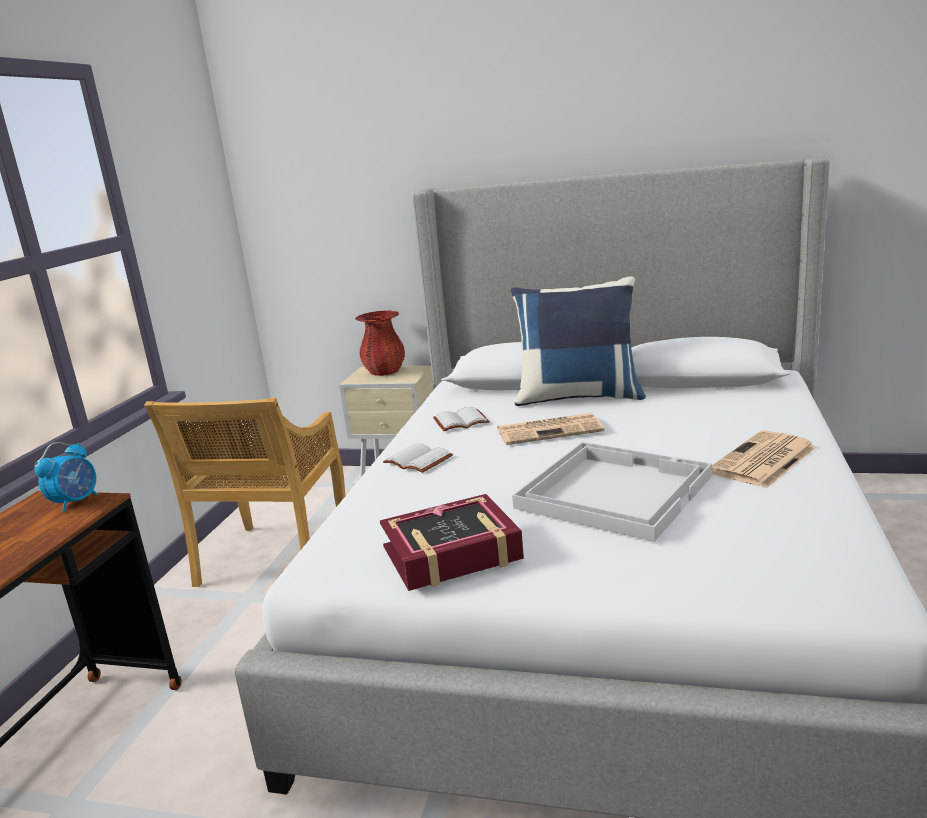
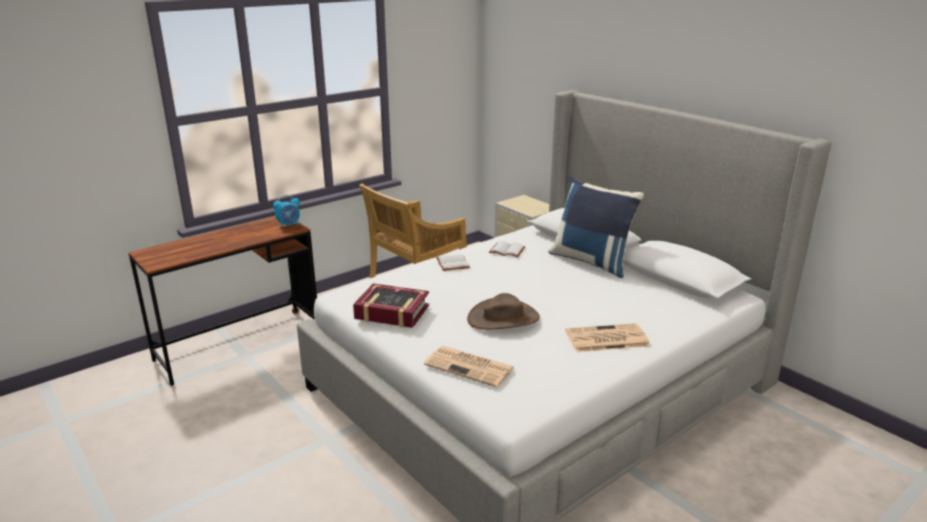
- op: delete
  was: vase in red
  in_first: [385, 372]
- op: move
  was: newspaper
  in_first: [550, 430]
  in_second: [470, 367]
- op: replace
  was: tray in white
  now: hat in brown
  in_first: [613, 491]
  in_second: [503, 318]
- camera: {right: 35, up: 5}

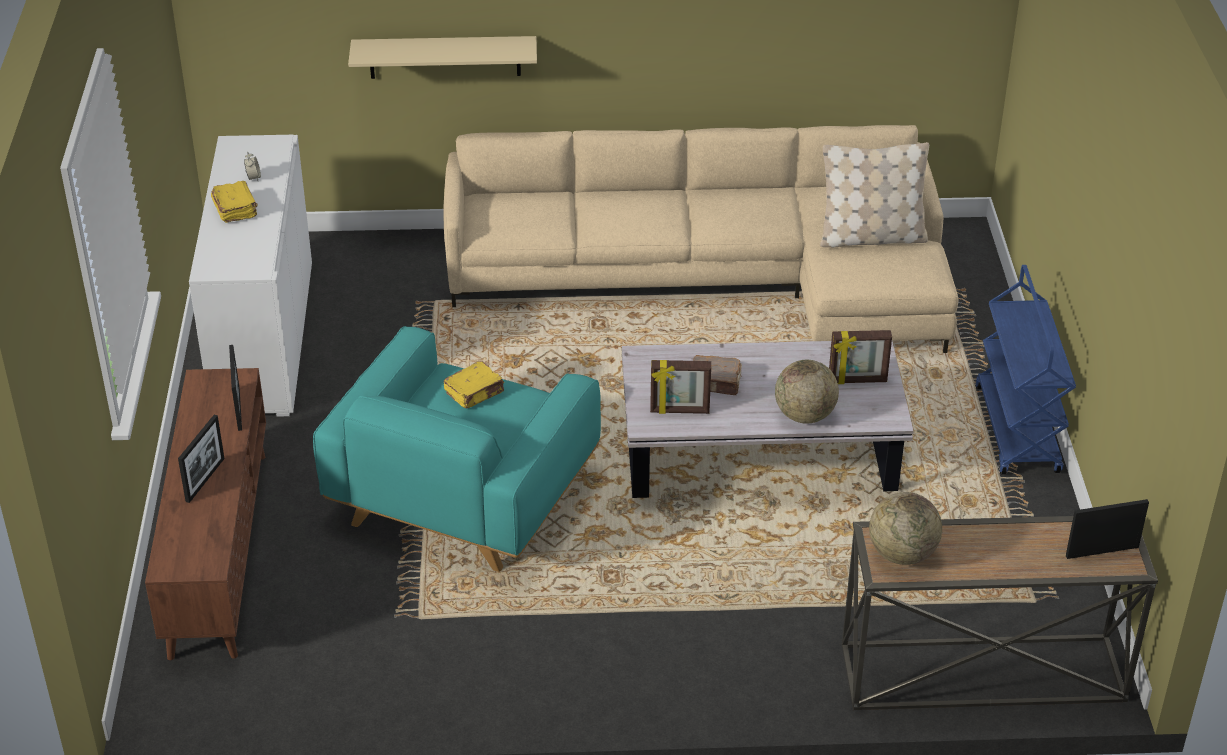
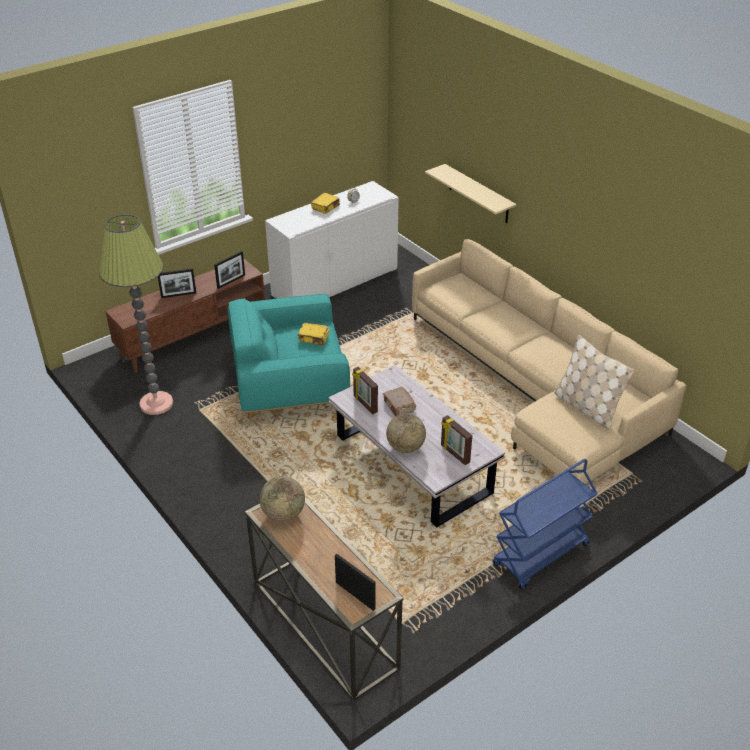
- op: insert
  now: floor lamp
  in_second: [156, 404]
- camera: {right: 55, up: 0}

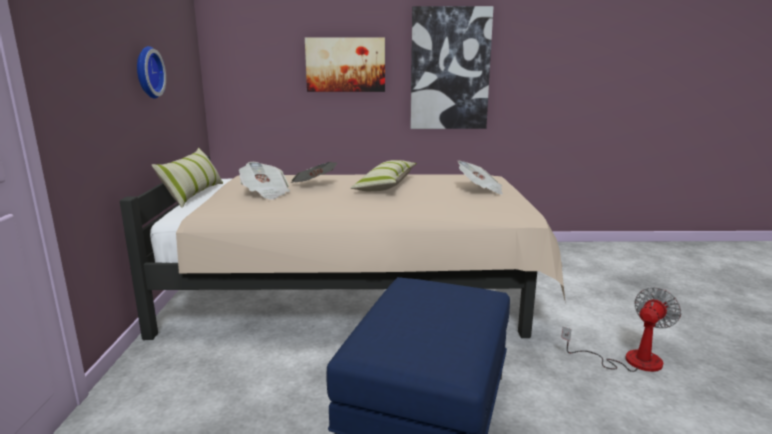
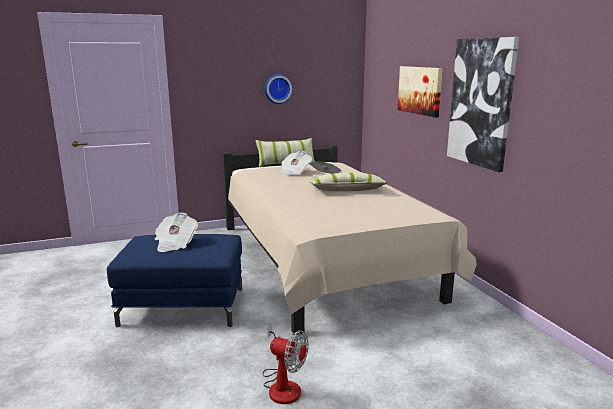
- op: move
  was: newspaper
  in_first: [480, 190]
  in_second: [175, 244]
- camera: {right: 70, up: 0}

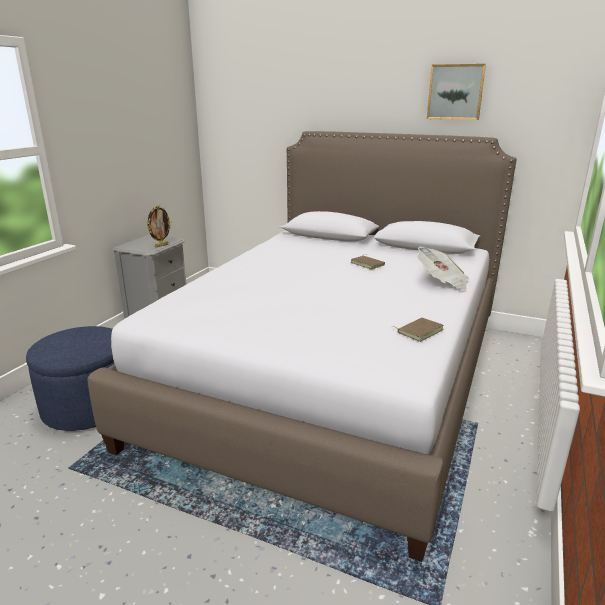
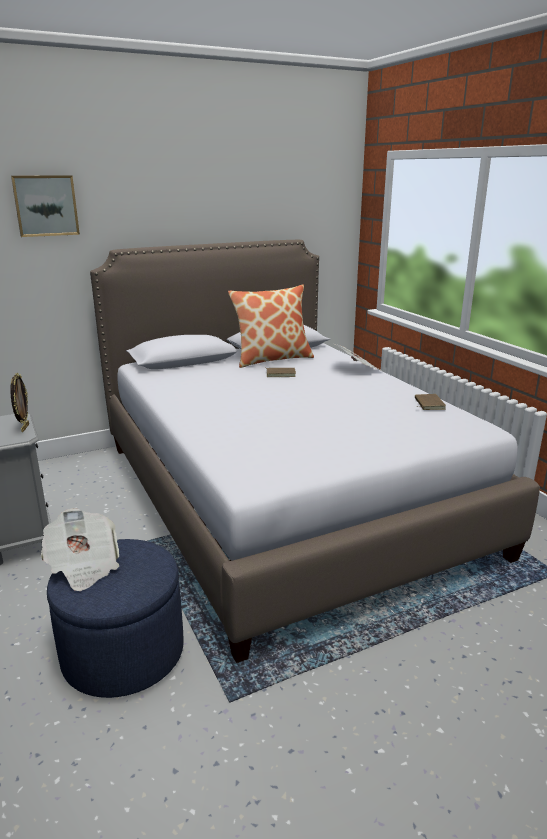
- op: insert
  now: newspaper
  in_second: [83, 566]
- op: insert
  now: pillow
  in_second: [272, 359]
- op: move
  was: picture
  in_first: [455, 92]
  in_second: [45, 205]
- camera: {right: -50, up: 0}

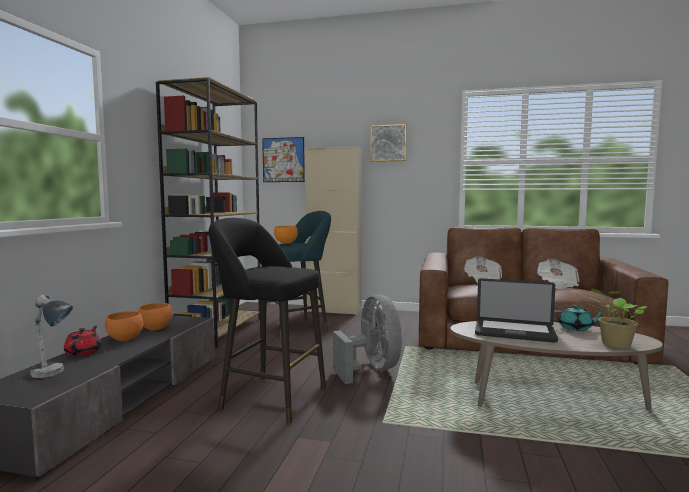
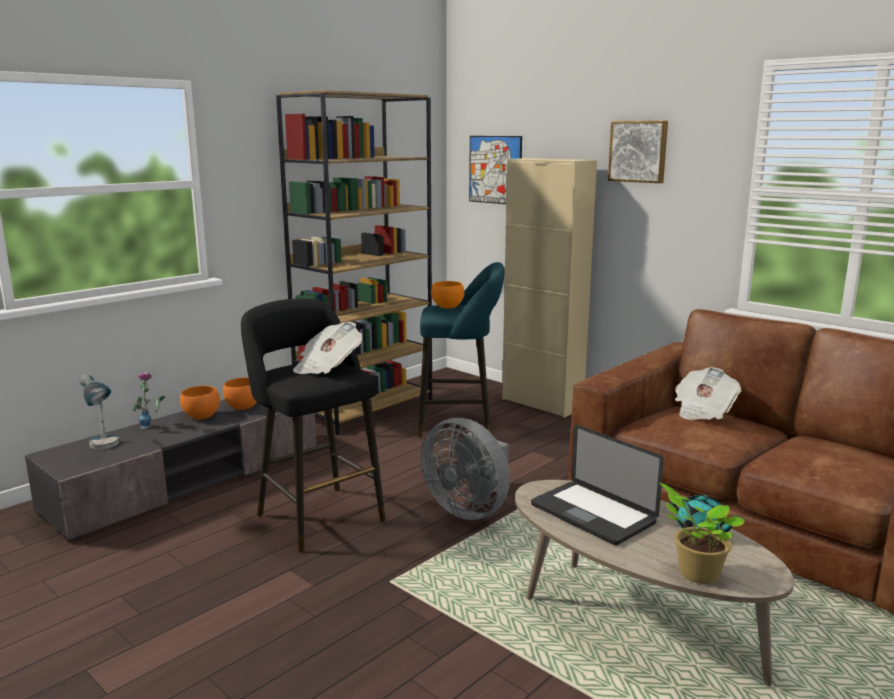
- op: move
  was: newspaper
  in_first: [557, 285]
  in_second: [327, 367]
- op: replace
  was: teapot in red
  now: vase
  in_first: [83, 352]
  in_second: [152, 426]
- op: rotate
  was: fan in grey
  in_first: [371, 369]
  in_second: [469, 509]
  clockwise: 120
- camera: {right: 30, up: 10}

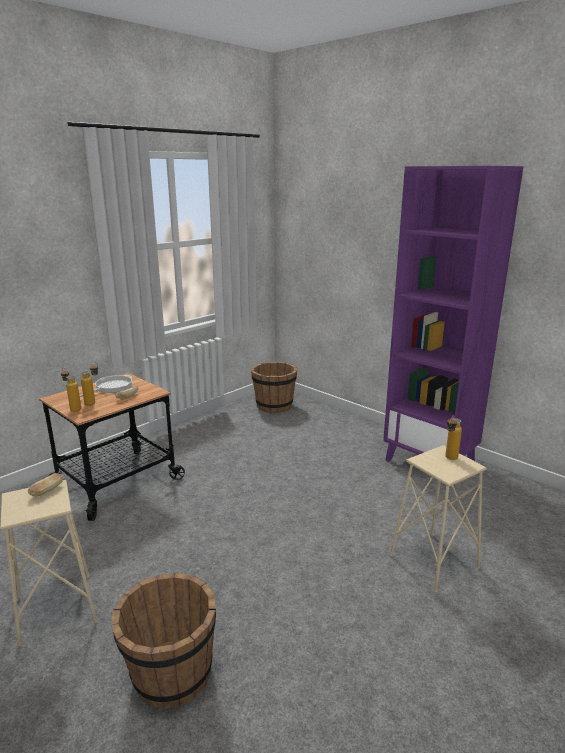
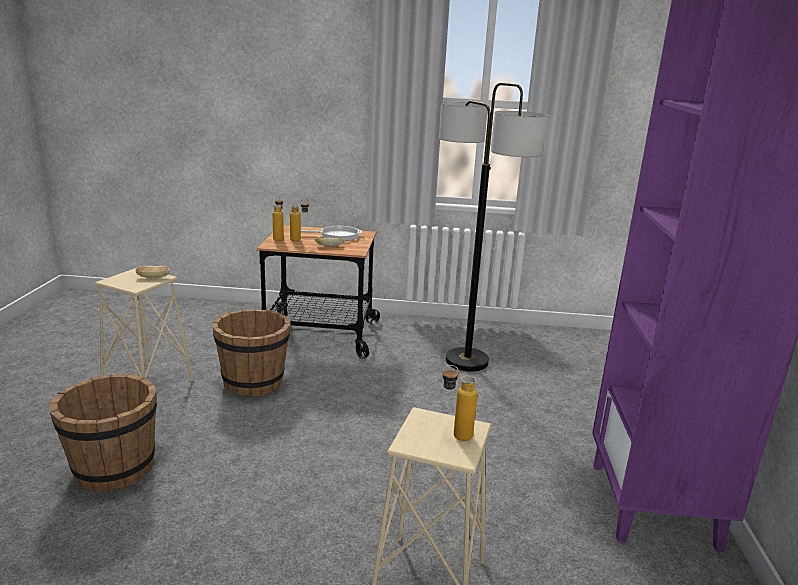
- op: insert
  now: floor lamp
  in_second: [467, 361]
- op: move
  was: bucket in brown
  in_first: [274, 406]
  in_second: [254, 382]
- camera: {right: 50, up: 0}

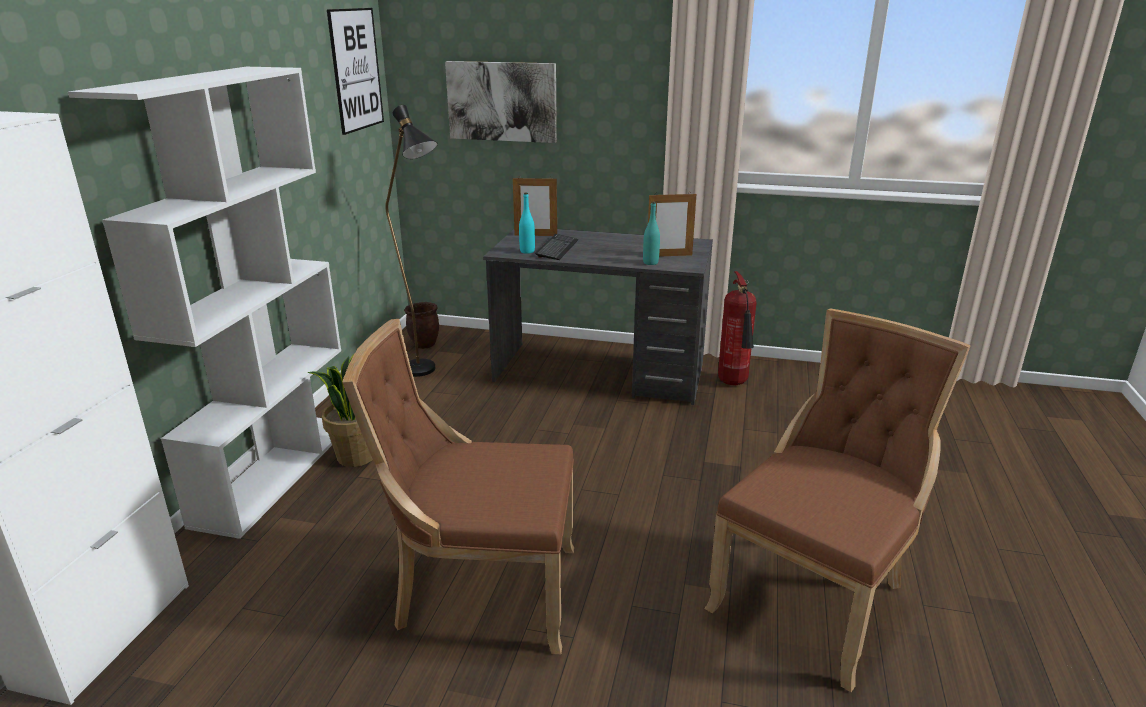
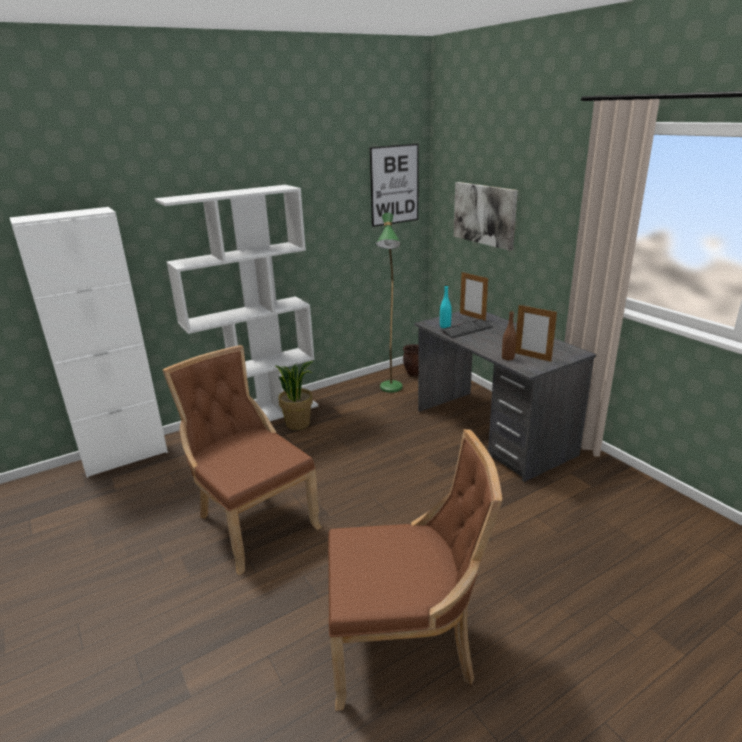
- op: delete
  was: fire extinguisher
  in_first: [734, 384]
- op: recolor
  was: floor lamp in black
  now: floor lamp in green
  in_first: [426, 373]
  in_second: [391, 391]
- op: recolor
  was: bottle in turquoise
  now: bottle in brown
  in_first: [650, 262]
  in_second: [508, 358]
- camera: {right: 45, up: 0}

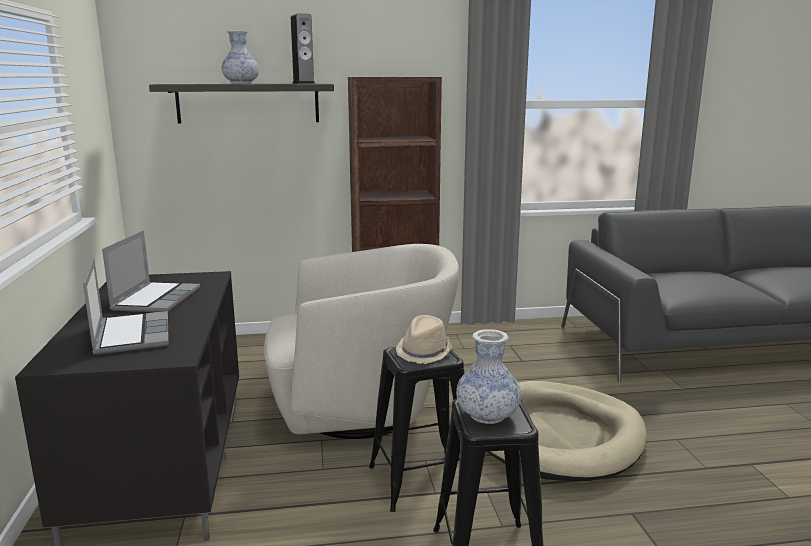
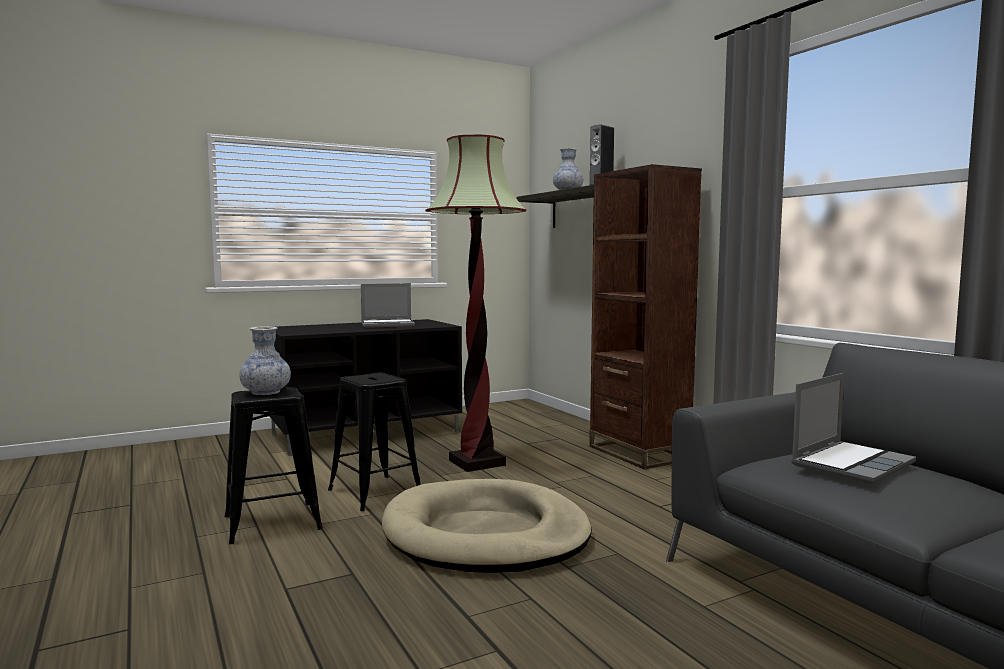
- op: delete
  was: hat in beige
  in_first: [424, 352]
- op: move
  was: laptop
  in_first: [131, 334]
  in_second: [851, 464]
- op: replace
  was: armchair in beige
  now: floor lamp
  in_first: [362, 409]
  in_second: [476, 462]
- camera: {right: 70, up: -10}

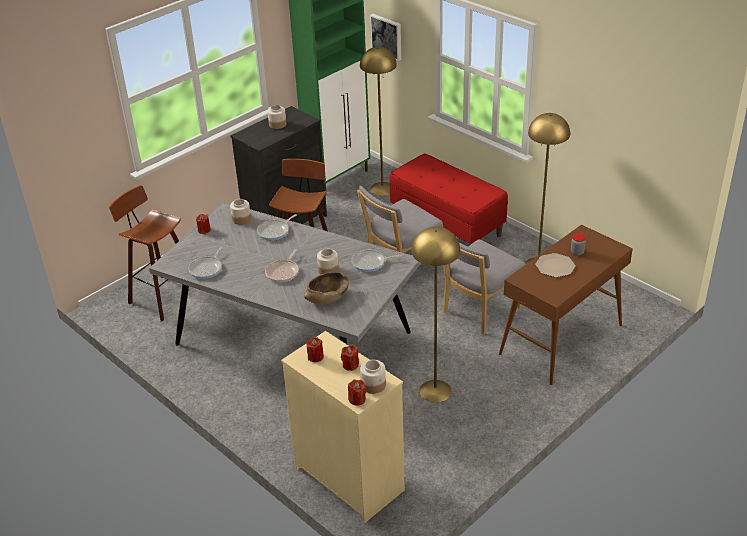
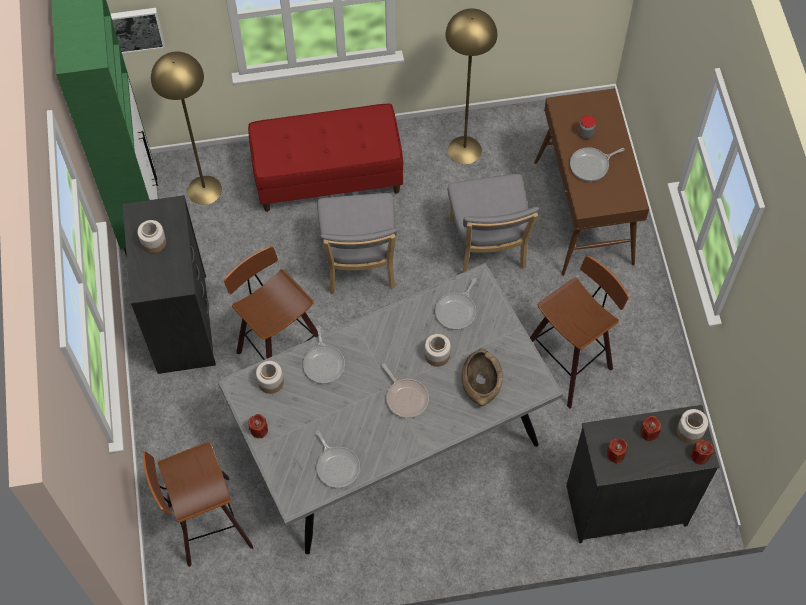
- op: replace
  was: floor lamp in yellow
  now: stool
  in_first: [435, 391]
  in_second: [568, 361]
- op: replace
  was: plate
  now: frying pan
  in_first: [555, 266]
  in_second: [591, 165]
- op: recolor
  was: dresser in beige
  now: dresser in black
  in_first: [350, 478]
  in_second: [625, 504]
- camera: {right: -55, up: 25}

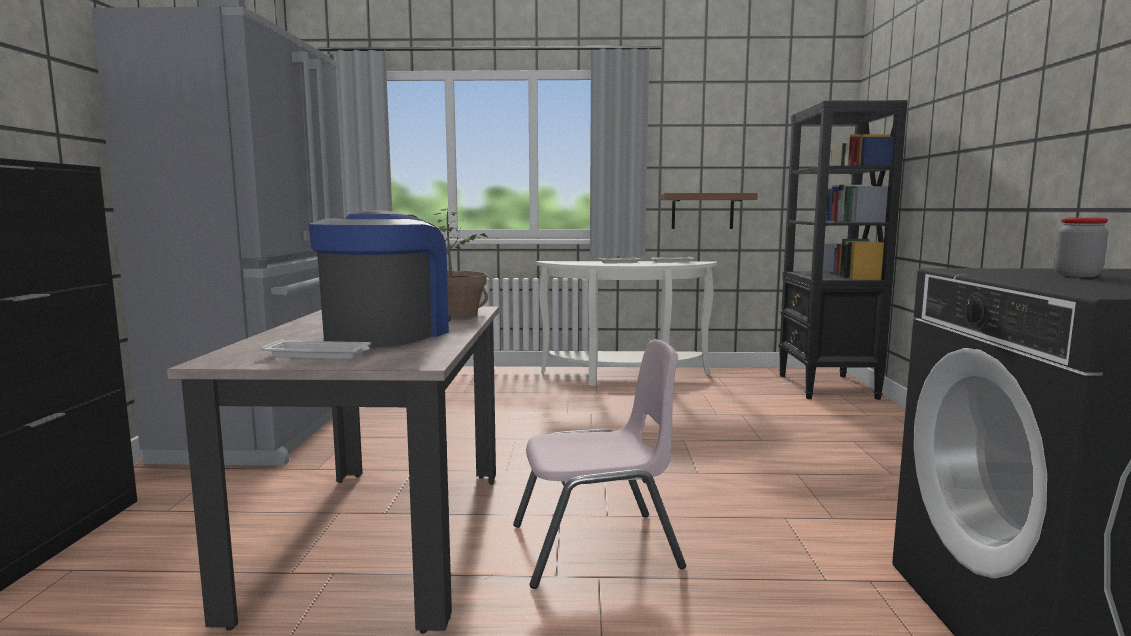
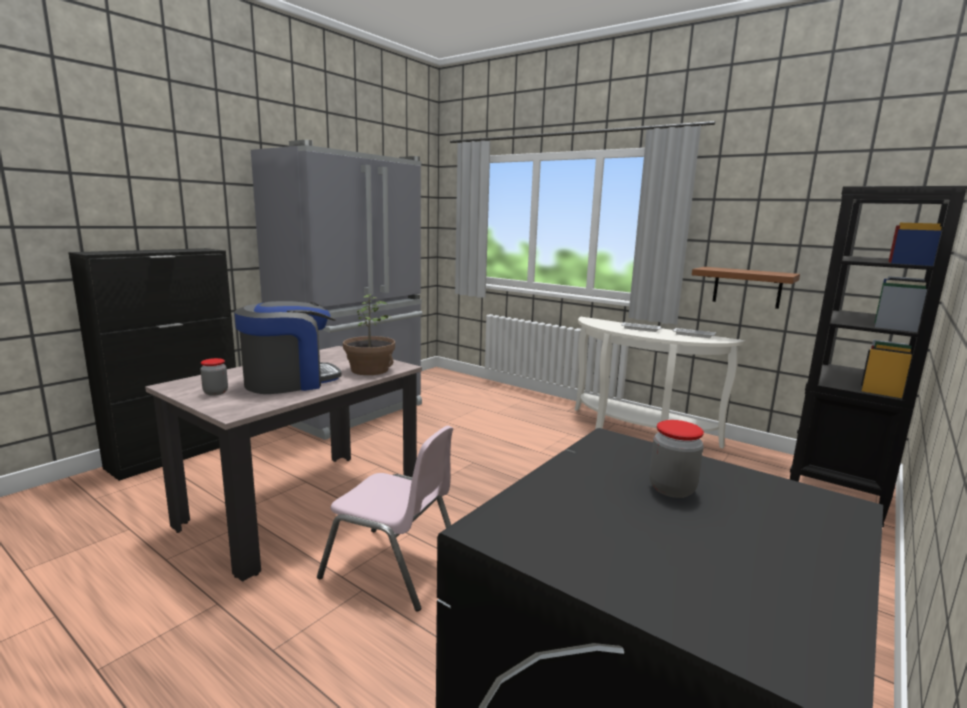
- op: replace
  was: tray in white
  now: jar
  in_first: [320, 355]
  in_second: [215, 392]
- camera: {right: 35, up: 5}

